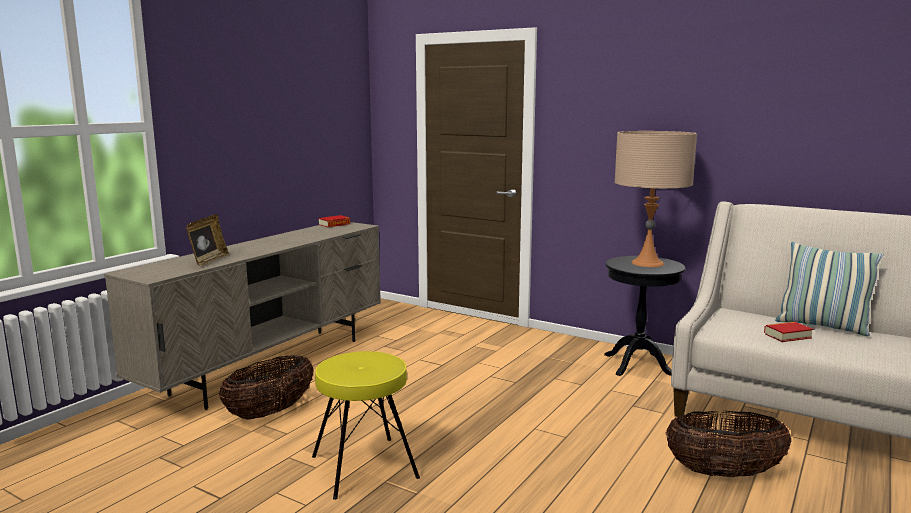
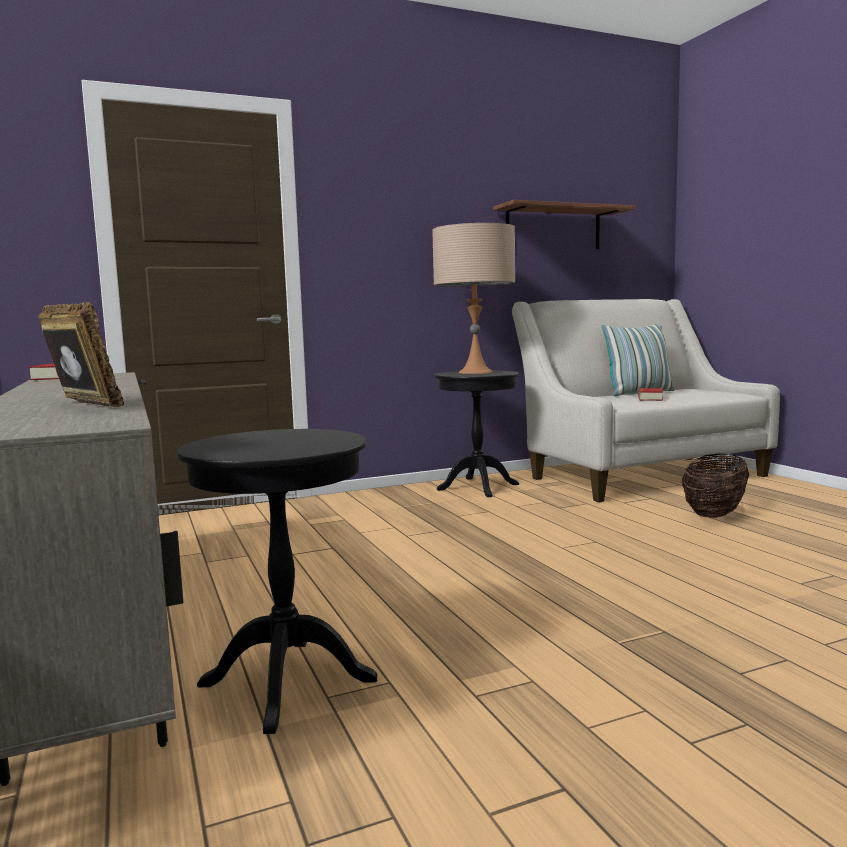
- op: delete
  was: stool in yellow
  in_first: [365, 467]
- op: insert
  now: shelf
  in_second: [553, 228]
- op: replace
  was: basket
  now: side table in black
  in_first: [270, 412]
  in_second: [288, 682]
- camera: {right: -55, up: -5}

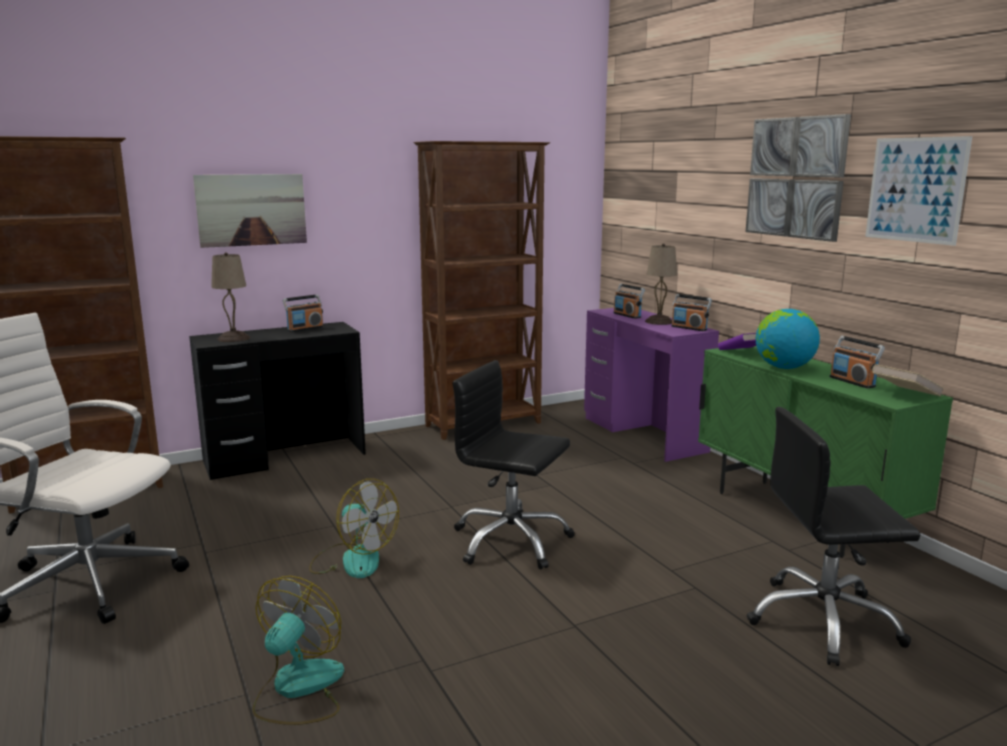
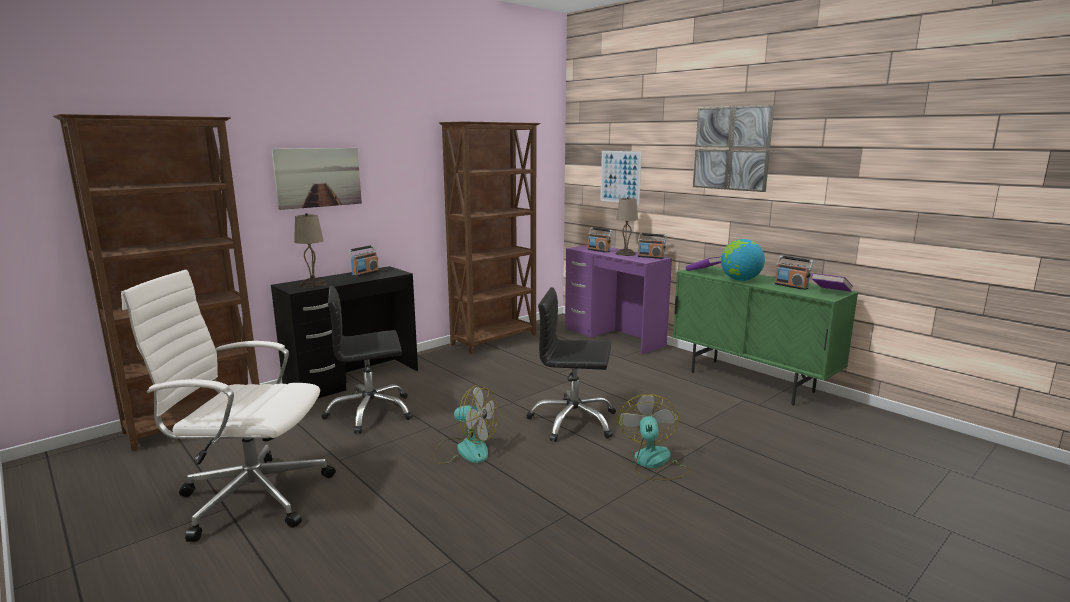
- op: move
  was: fan
  in_first: [298, 689]
  in_second: [653, 463]
- op: move
  was: office chair in black
  in_first: [823, 621]
  in_second: [370, 412]
- op: move
  was: picture
  in_first: [915, 190]
  in_second: [620, 177]
- op: recolor
  was: book in beige
  now: book in purple
  in_first: [905, 395]
  in_second: [830, 292]
- camera: {right: -15, up: 0}

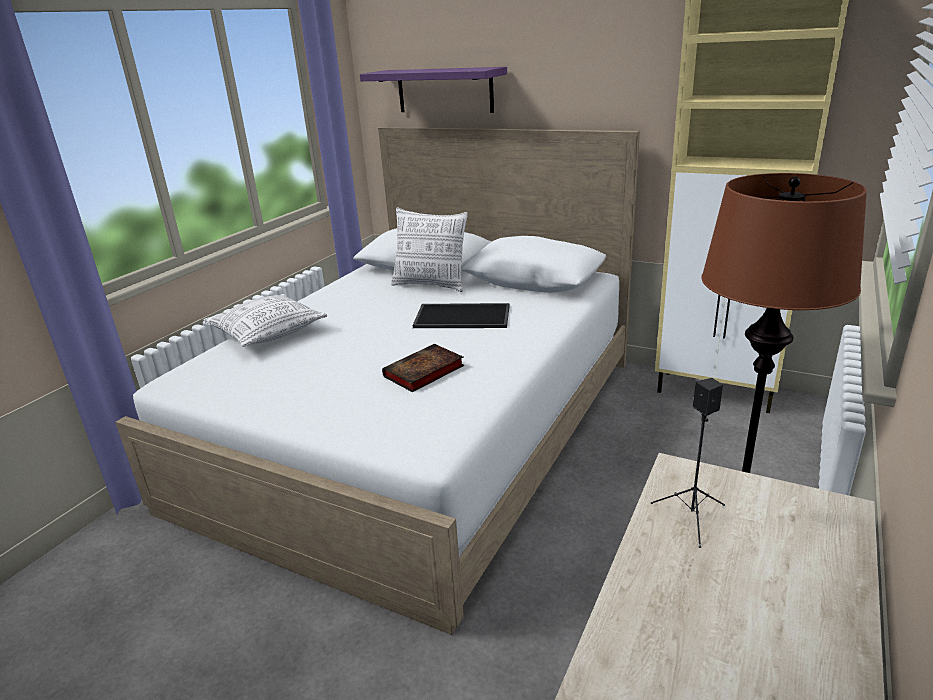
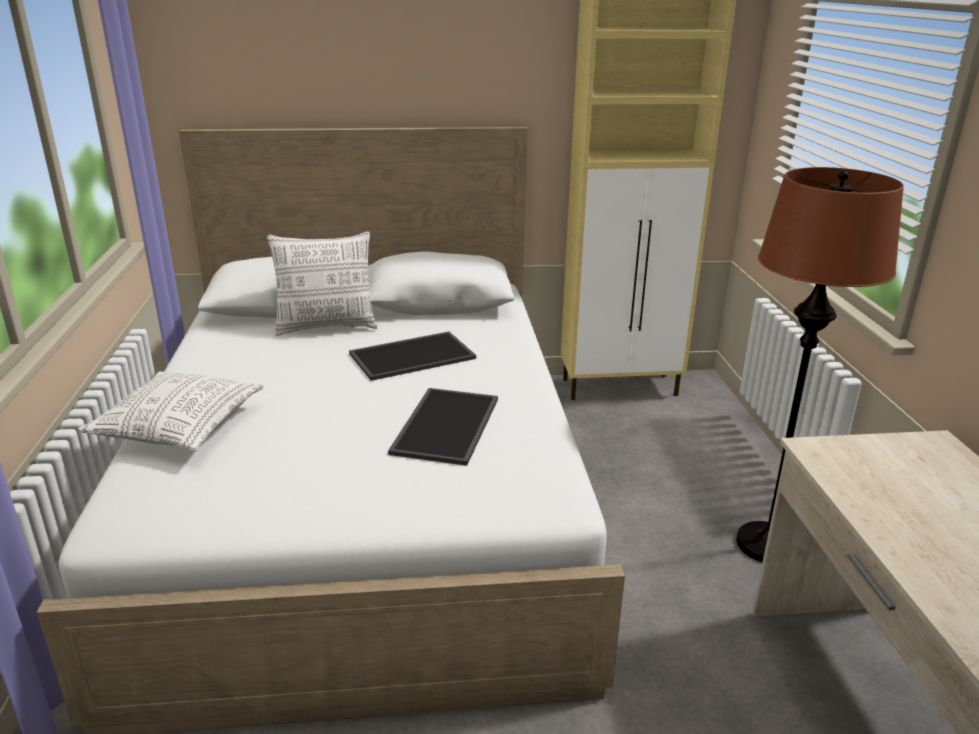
- op: delete
  was: shelf in purple
  in_first: [444, 90]
- op: delete
  was: speaker in black
  in_first: [692, 518]
- op: replace
  was: book
  now: tray
  in_first: [423, 372]
  in_second: [448, 426]
- camera: {right: -35, up: 0}

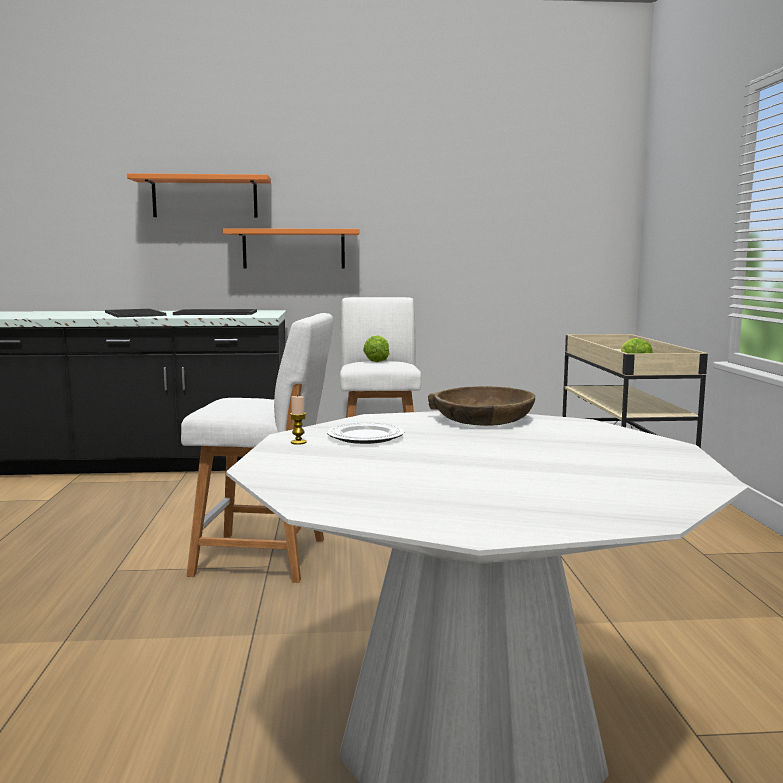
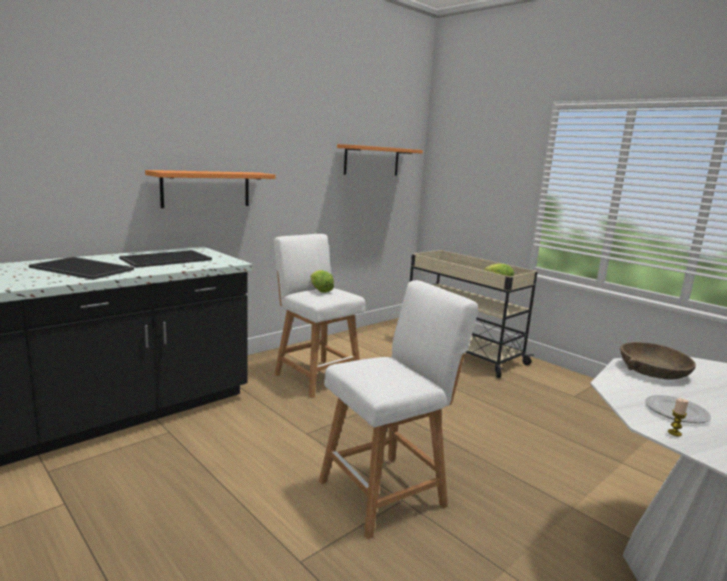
- op: move
  was: shelf in orange
  in_first: [205, 197]
  in_second: [372, 161]
- camera: {right: -40, up: 5}

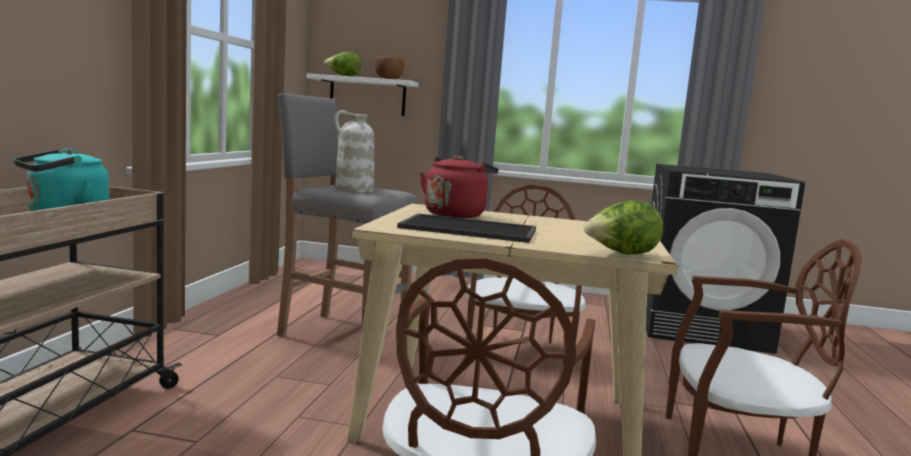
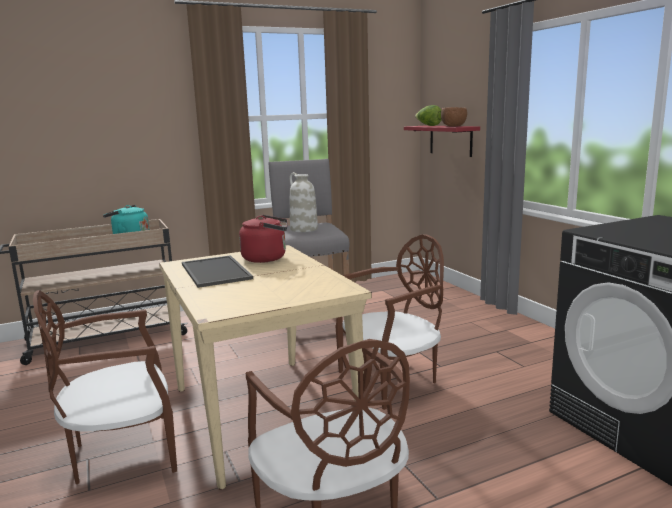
- op: delete
  was: lettuce
  in_first: [620, 254]
- op: recolor
  was: shelf in white
  now: shelf in red
  in_first: [367, 96]
  in_second: [450, 140]
- camera: {right: 55, up: 5}

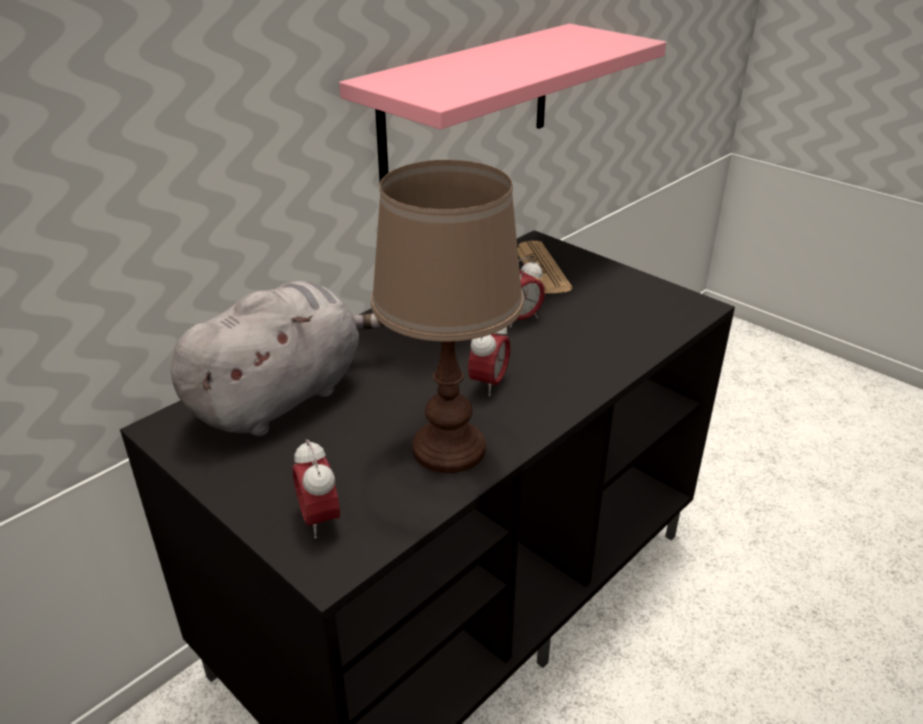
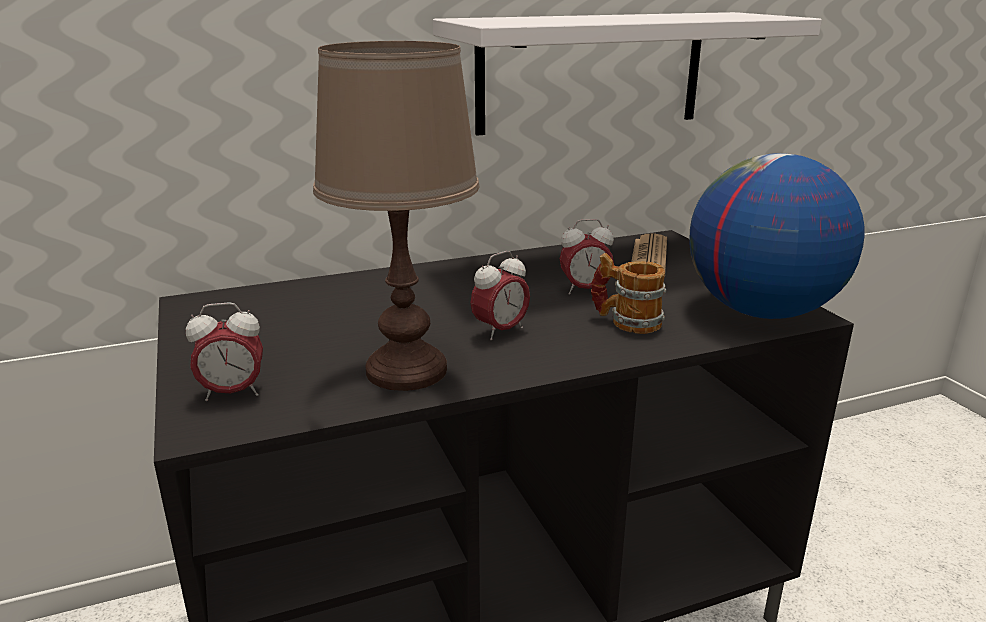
- op: delete
  was: plush toy in grey
  in_first: [283, 396]
- op: insert
  now: mug
  in_second: [626, 321]
- op: insert
  now: globe
  in_second: [760, 311]
- op: recolor
  was: shelf in pink
  now: shelf in white
  in_first: [467, 102]
  in_second: [591, 72]
- op: rotate
  was: alarm clock
  in_first: [320, 519]
  in_second: [233, 393]
  clockwise: -105
- camera: {right: 25, up: -10}

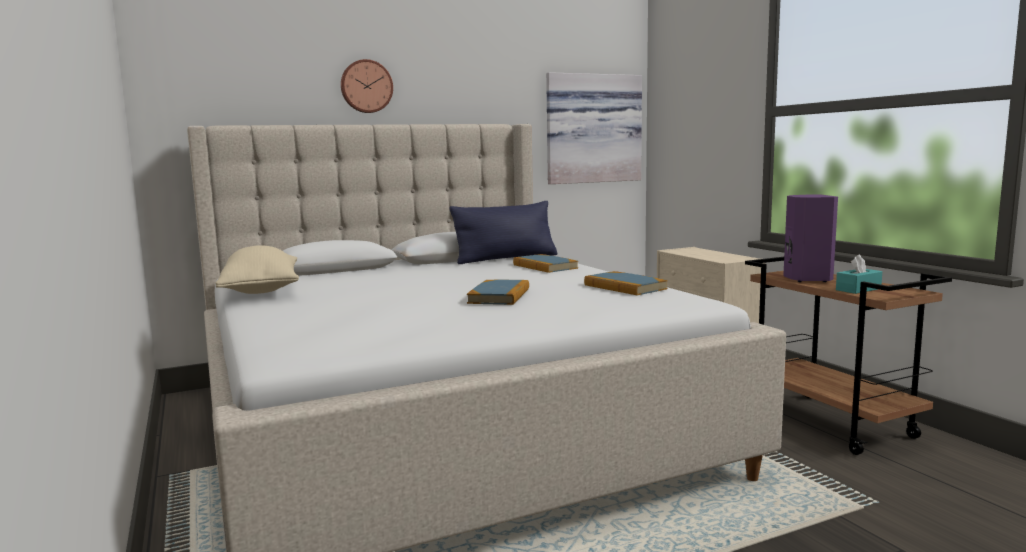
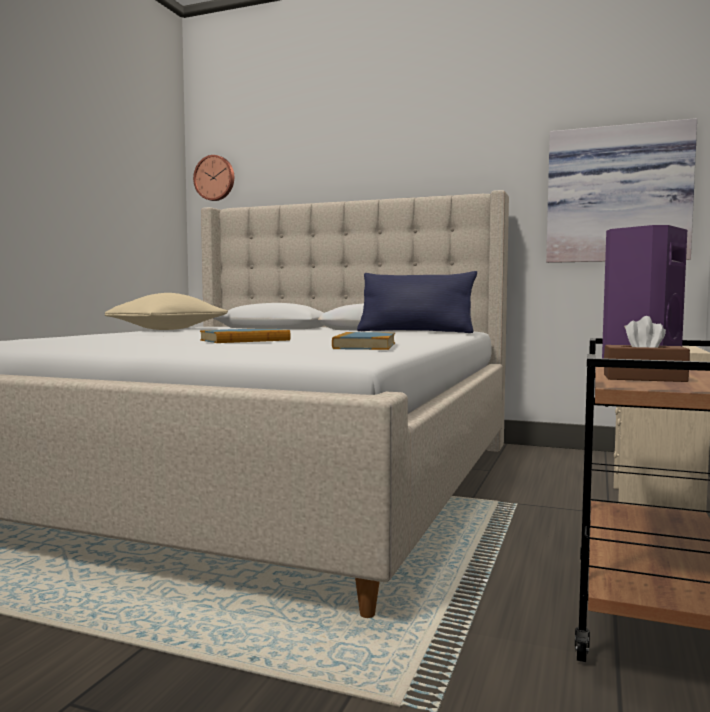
- op: delete
  was: book
  in_first: [545, 266]
- op: move
  was: wall clock
  in_first: [366, 86]
  in_second: [215, 178]
- op: recolor
  was: tissue box in turquoise
  now: tissue box in brown
  in_first: [858, 289]
  in_second: [644, 378]
- camera: {right: 45, up: -5}

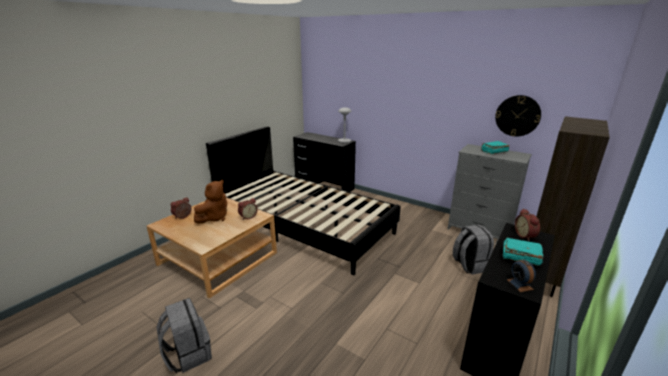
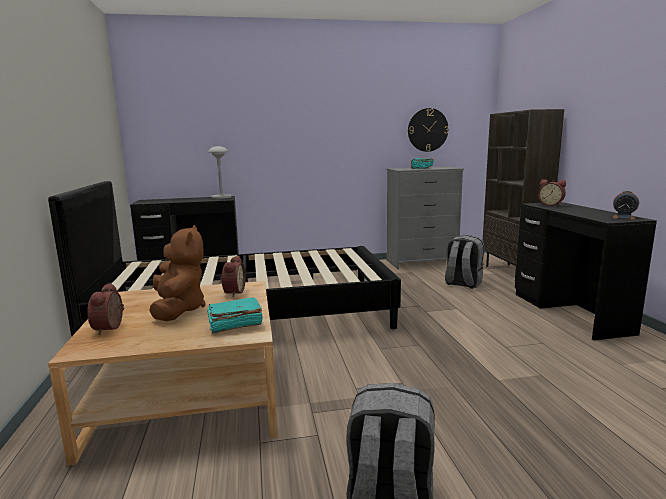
- op: move
  was: book in turquoise
  in_first: [520, 257]
  in_second: [234, 324]
- camera: {right: -45, up: -10}

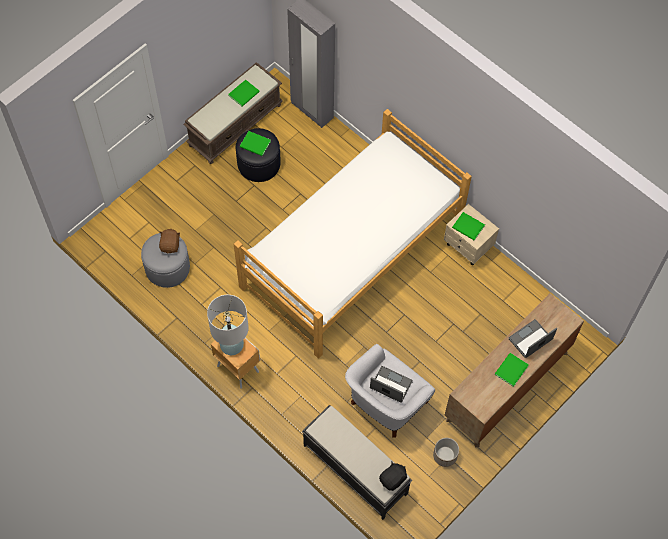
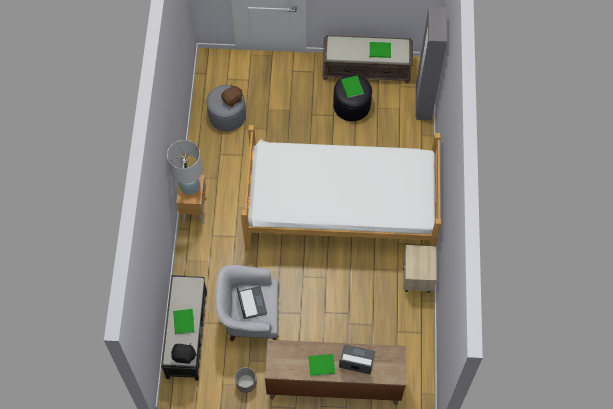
- op: move
  was: book in green
  in_first: [468, 227]
  in_second: [183, 322]
- camera: {right: 50, up: 0}

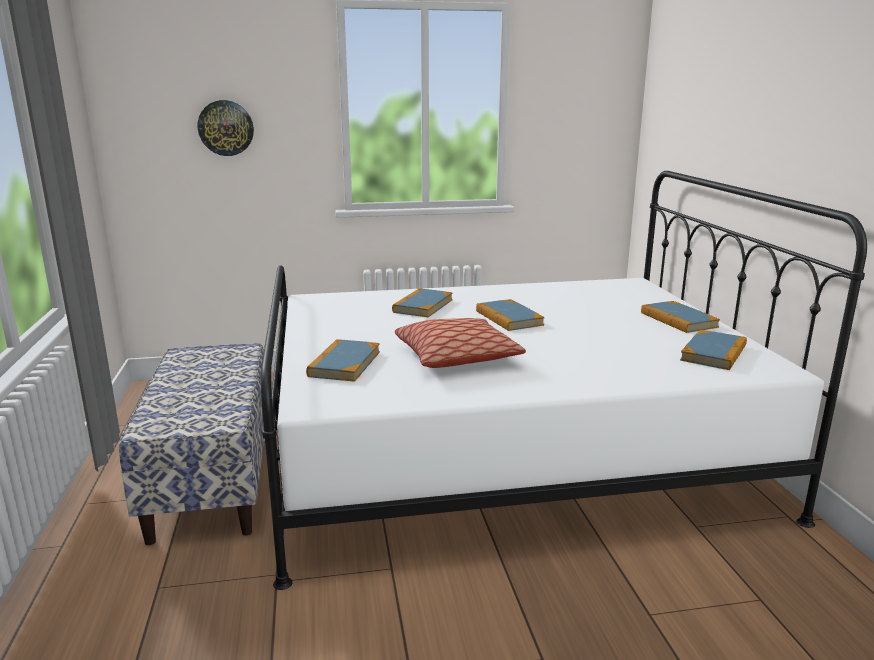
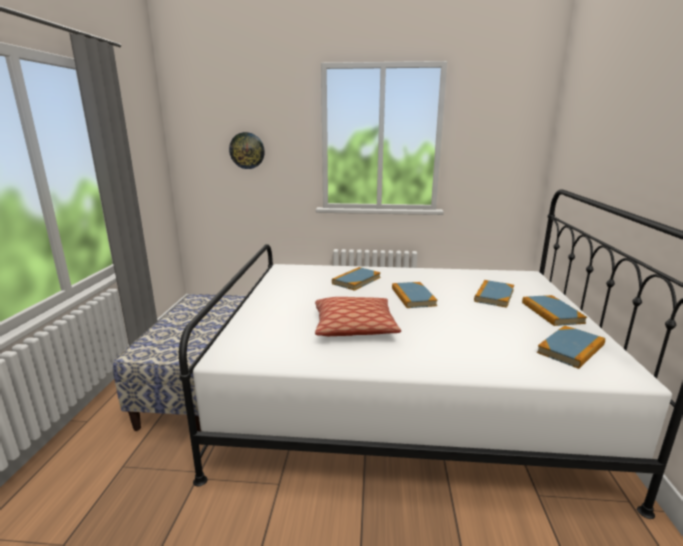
- op: move
  was: book
  in_first: [344, 364]
  in_second: [494, 295]
- camera: {right: 15, up: 0}

